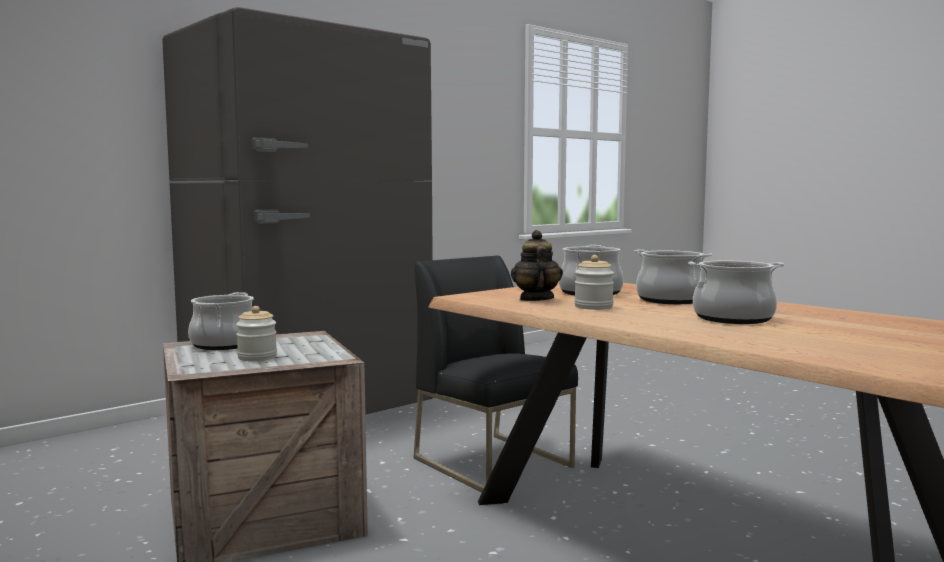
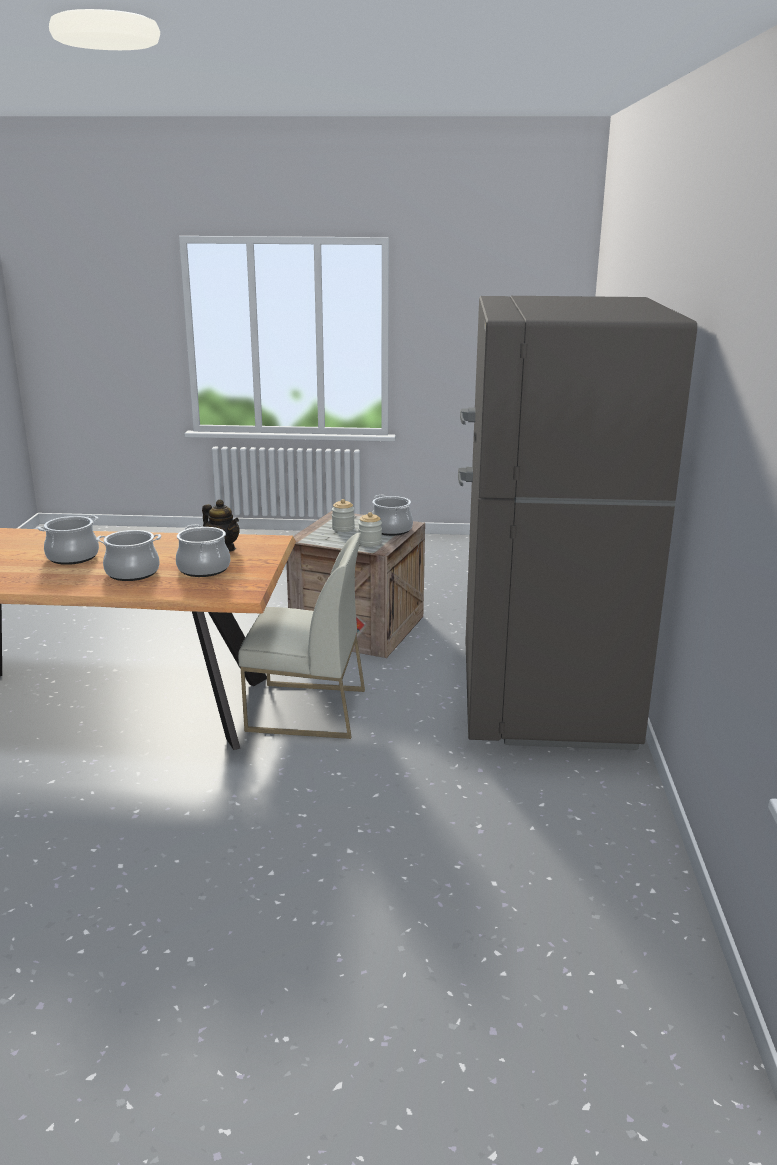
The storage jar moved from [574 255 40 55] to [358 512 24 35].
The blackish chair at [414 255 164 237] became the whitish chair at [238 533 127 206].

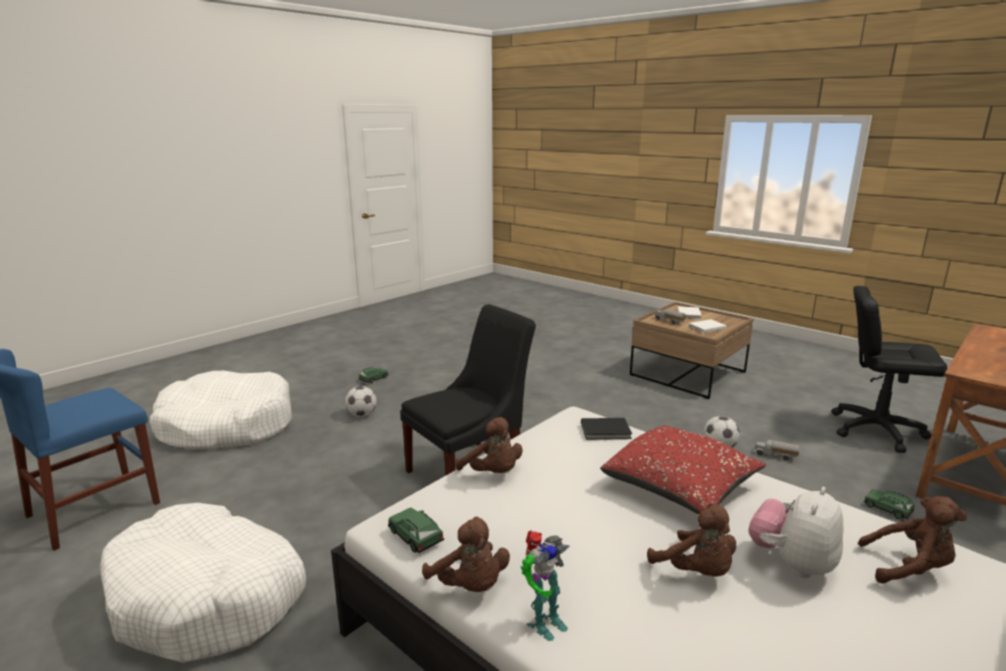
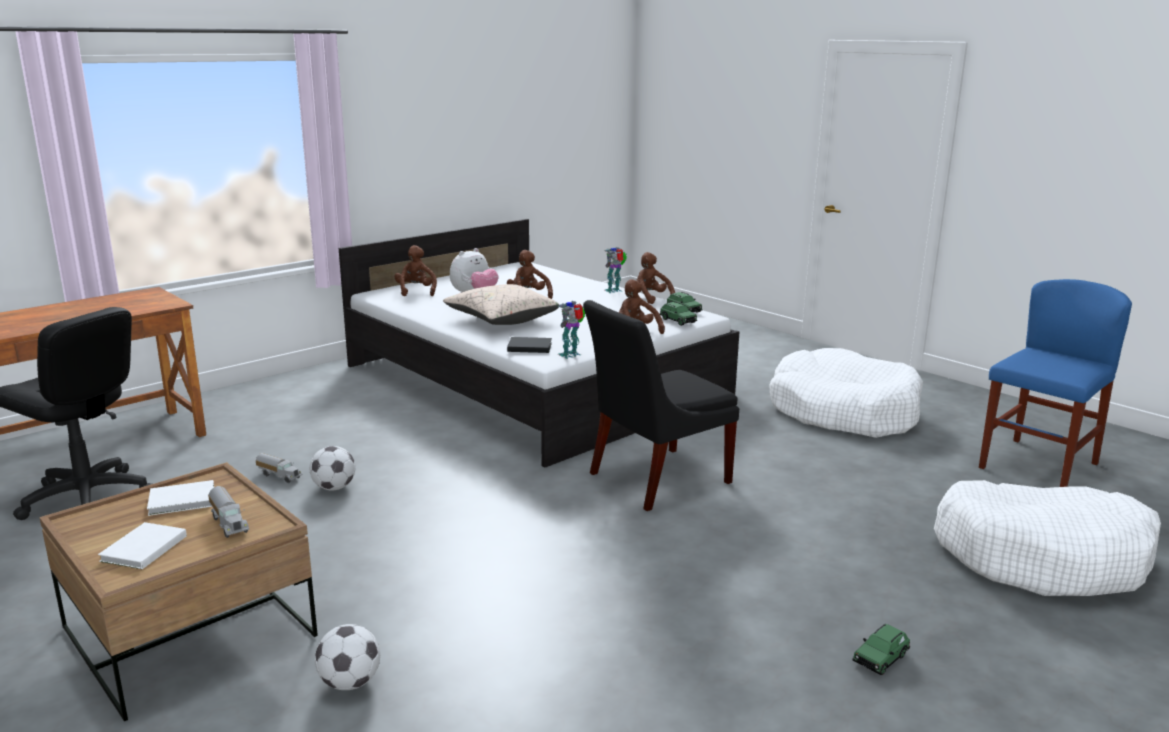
The model robot at [558 301 28 58] appeared.
The ball for football moved from [345 386 32 31] to [315 624 65 66].
The greenish model car moved from [864 489 51 30] to [659 302 38 24].
The red throw pillow at [600 426 166 88] became the beige-coloured throw pillow at [443 284 117 41].
The brown-coloured cuddly toy at [858 496 109 87] turned 60 degrees clockwise.

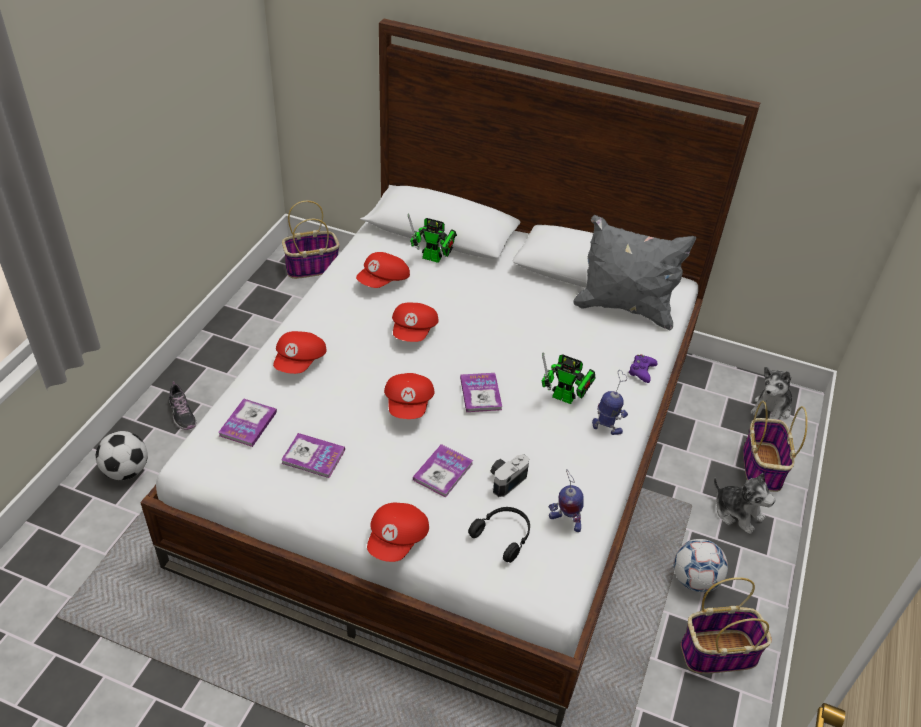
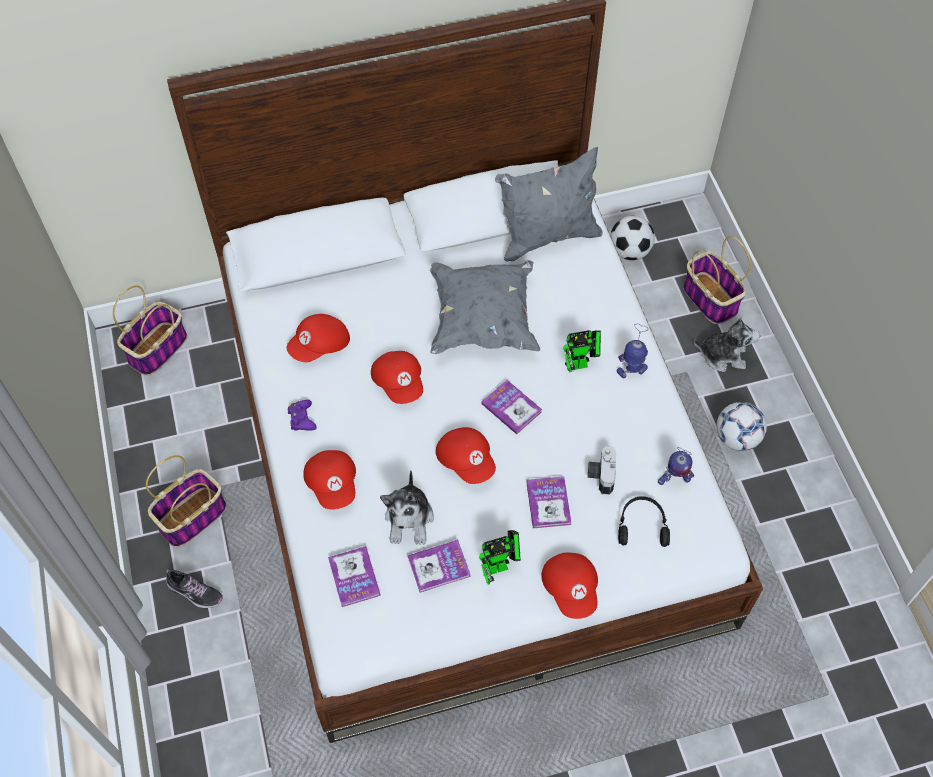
The grey throw pillow at [430 260 110 94] appeared.
The ball for football moved from [96 431 52 49] to [610 216 45 44].
The model robot moved from [408 214 49 49] to [479 530 42 55].
The purplish game controller moved from [628 354 30 29] to [288 400 29 31].
The household basket moved from [681 577 91 97] to [146 455 80 92].
The cuddly toy moved from [750 367 42 53] to [380 470 54 75].
The red peaked cap at [356 252 54 36] turned 45 degrees clockwise.

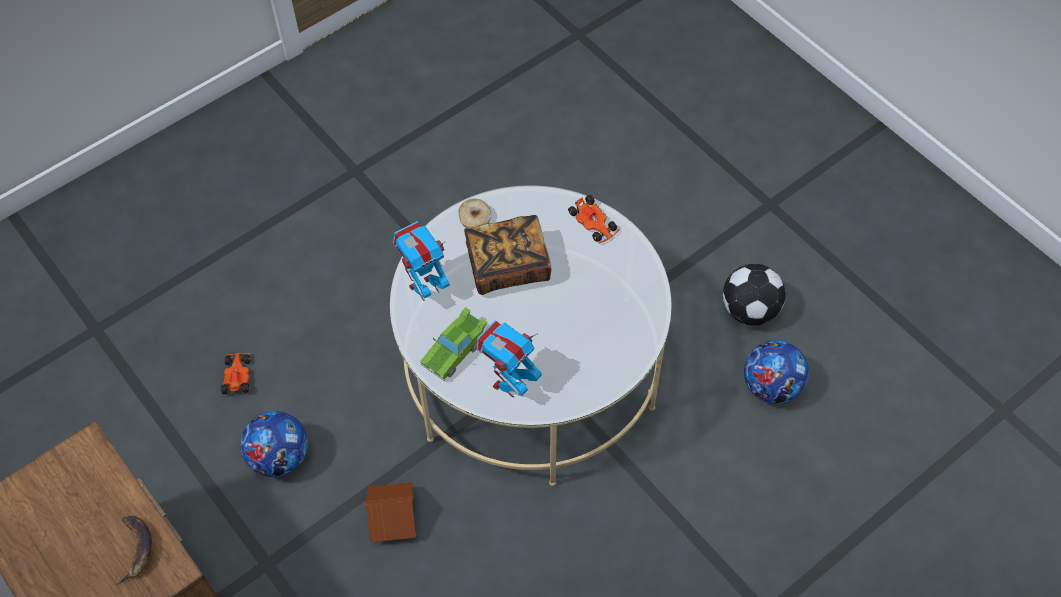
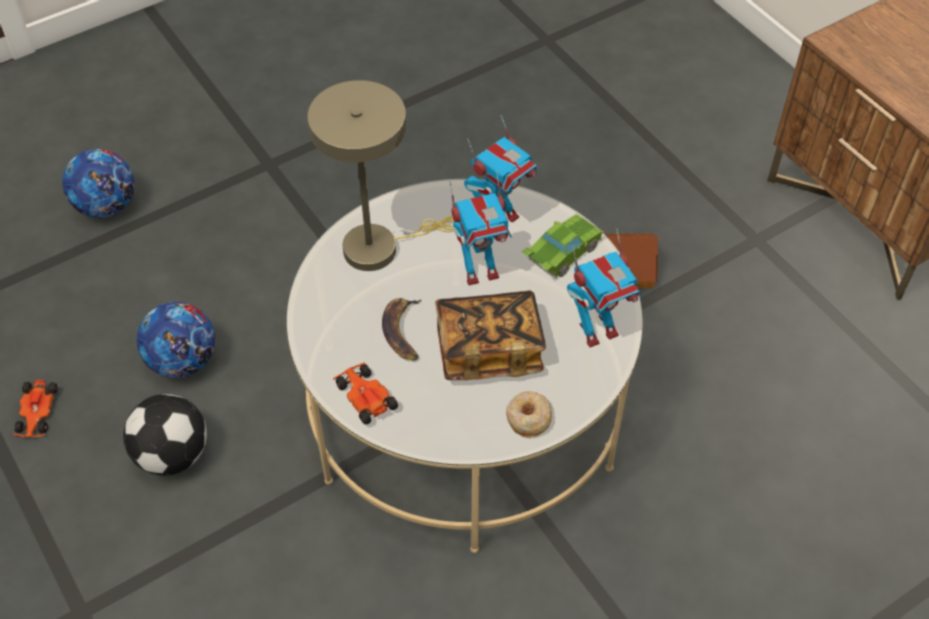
The beige-coloured tabletop lamp at [307 80 147 191] appeared.
The model robot at [450 171 61 114] appeared.
The banana moved from [117 516 35 69] to [382 298 40 63].
The model car moved from [221 353 29 41] to [13 380 44 57].
The ball for football moved from [240 411 68 66] to [62 149 72 69].

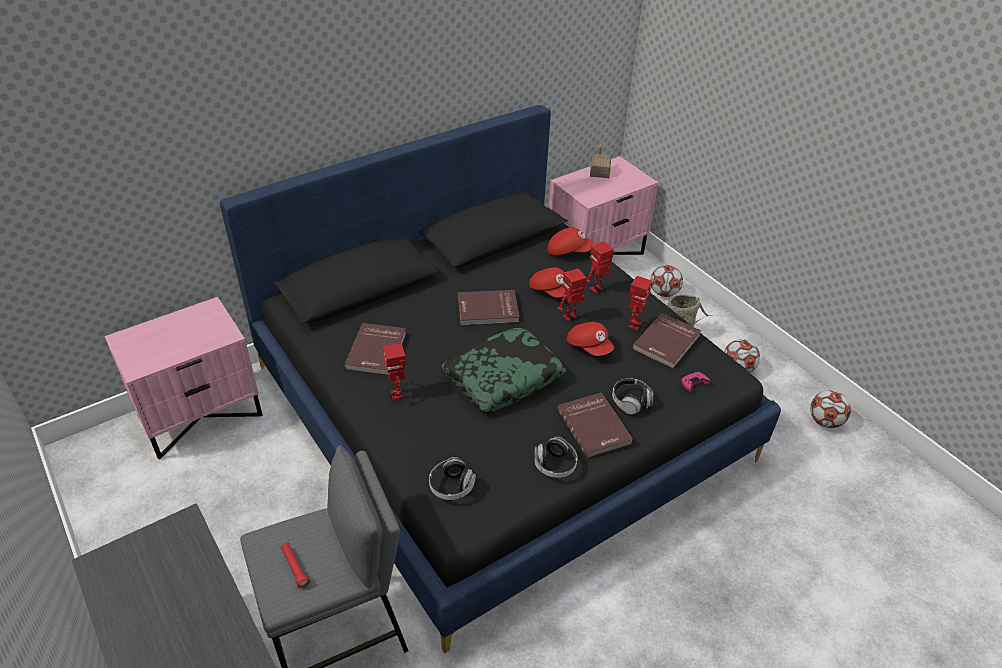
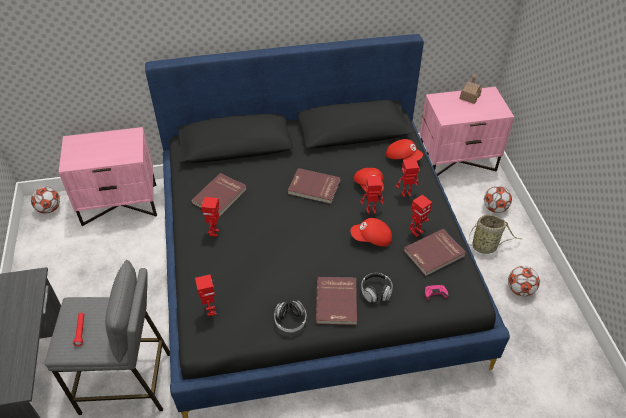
The throw pillow at [442 327 124 86] disappeared.
The ball for football moved from [810 390 41 38] to [31 187 29 27].
The headphones at [429 457 47 43] was replaced by the model robot at [195 274 21 42].
The red peaked cap at [567 322 47 34] turned 105 degrees clockwise.

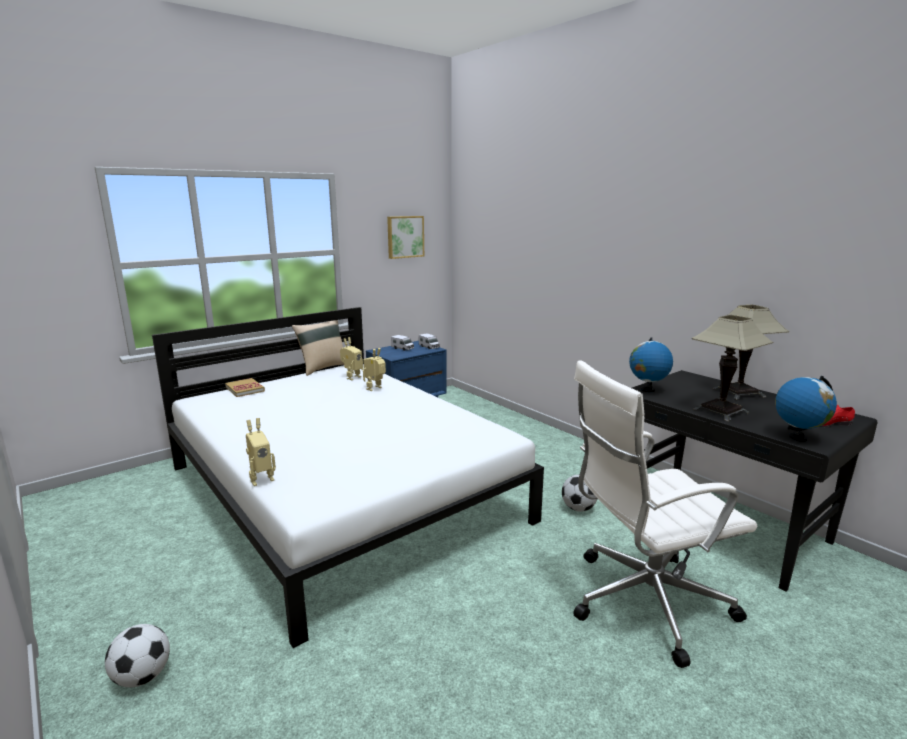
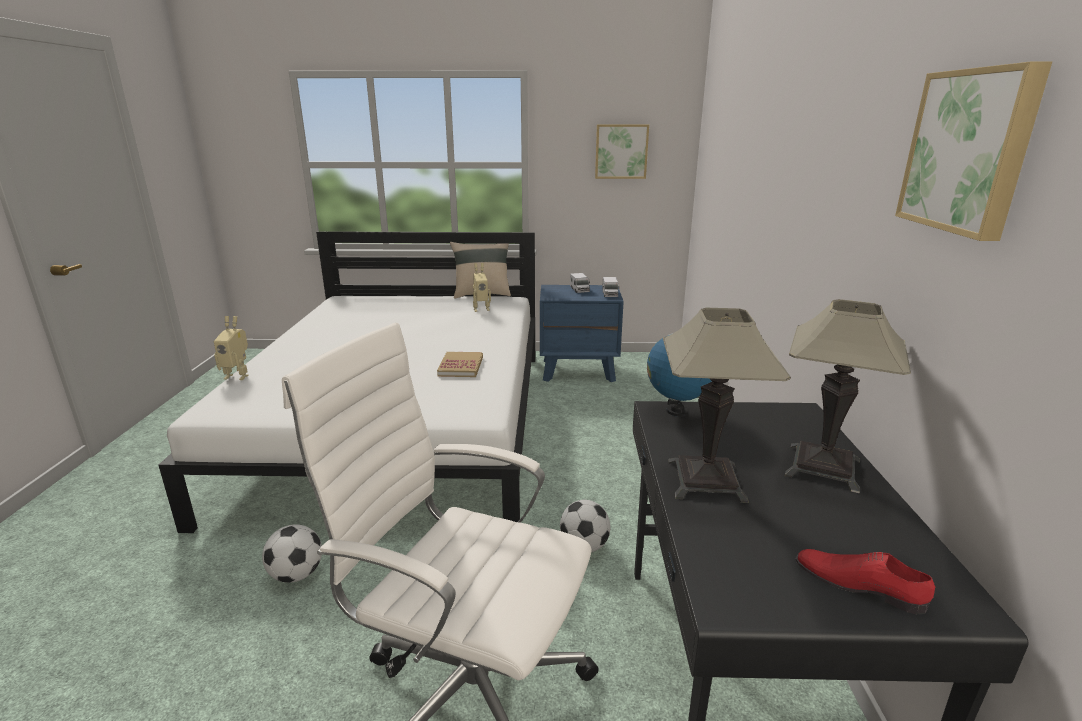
The model robot at [363 348 23 43] disappeared.
The globe at [775 376 62 66] disappeared.
The wall picture at [895 62 157 179] appeared.
The ball for football moved from [105 624 65 63] to [262 524 60 59].
The bound book moved from [225 378 40 19] to [437 352 46 25].

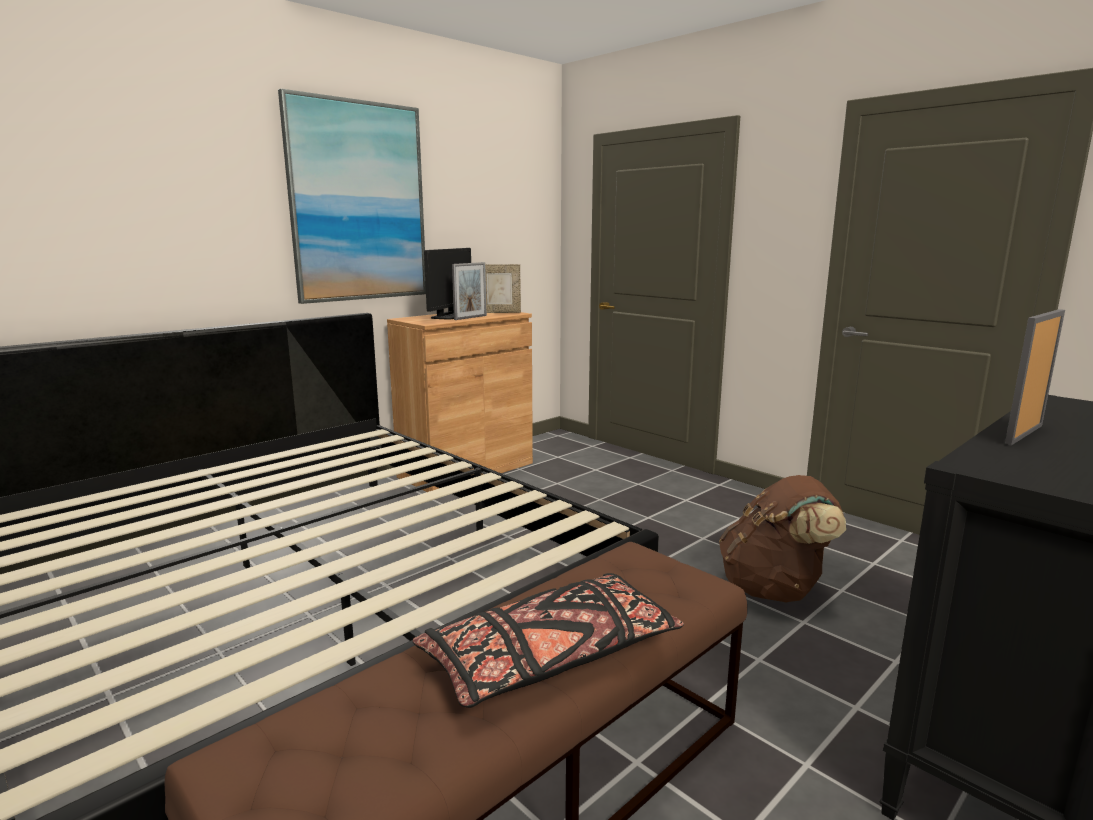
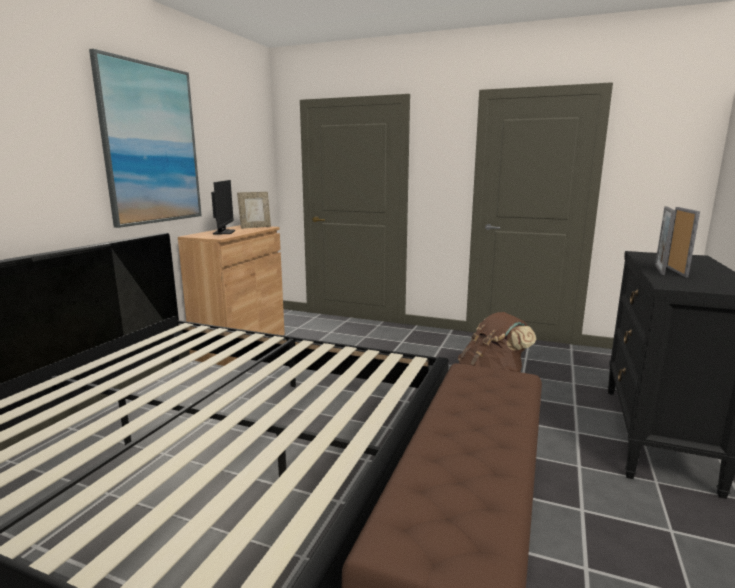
The blackish throw pillow at [413 573 271 135] disappeared.
The photo frame moved from [452 262 35 58] to [666 207 34 71].

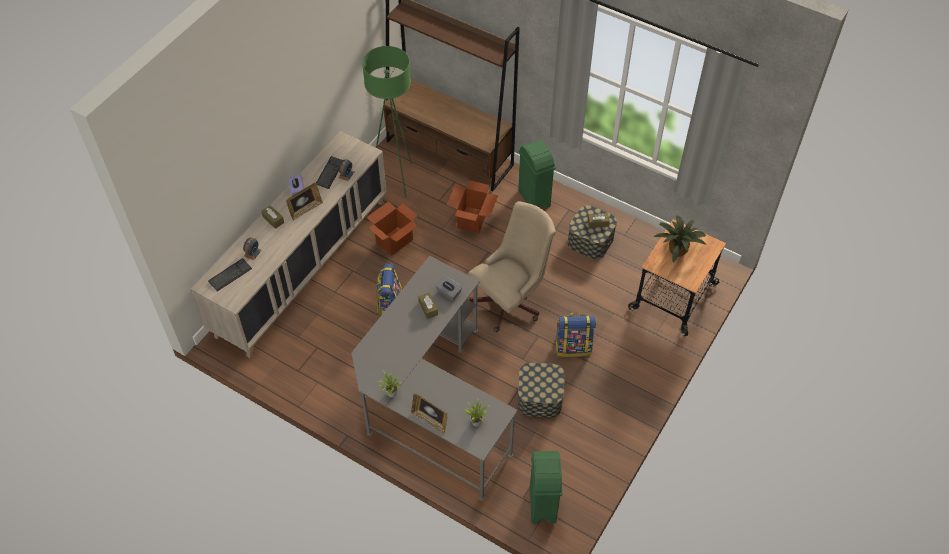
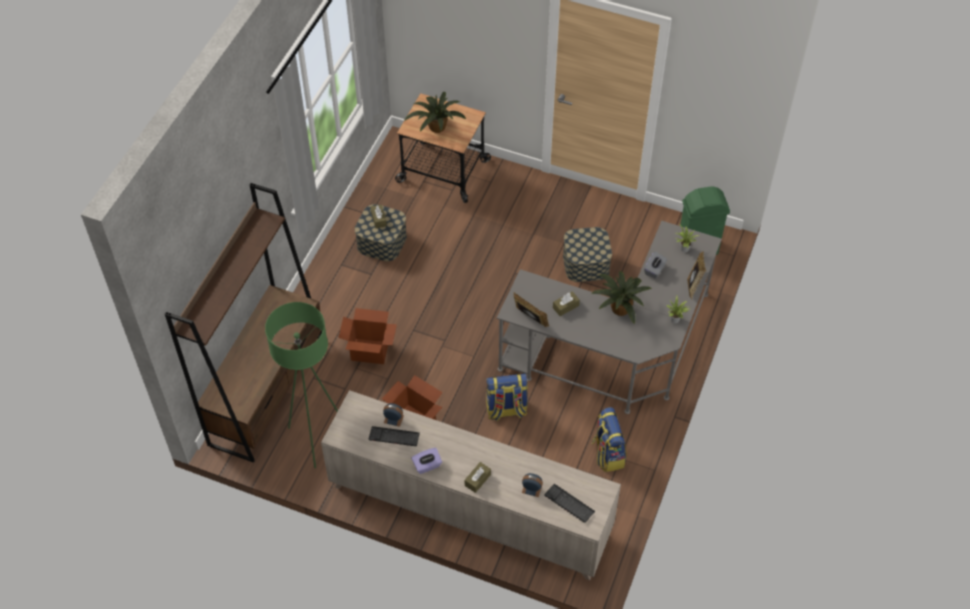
The beige-coloured computer chair at [468 201 88 131] disappeared.
The greenish waste bin at [518 140 38 68] disappeared.
The plant in a pot at [591 271 61 53] appeared.
The photo frame moved from [286 183 37 37] to [514 292 35 35].
The grey tissue box moved from [436 276 26 25] to [644 251 23 28].
The knapsack moved from [555 312 41 45] to [591 407 36 65].

